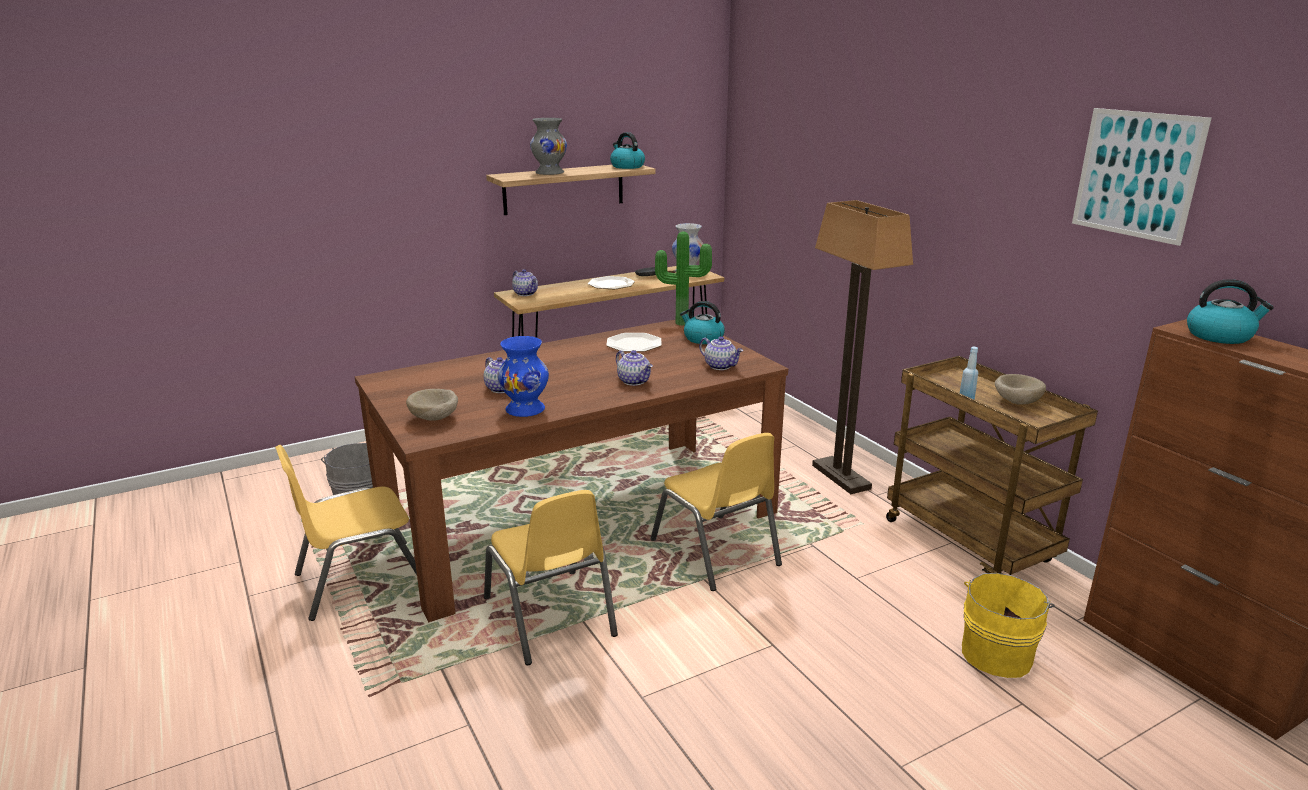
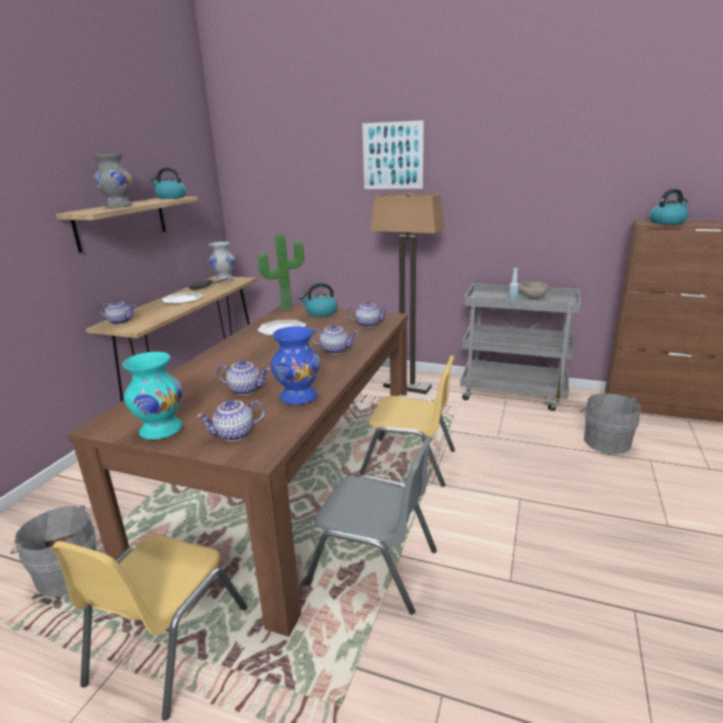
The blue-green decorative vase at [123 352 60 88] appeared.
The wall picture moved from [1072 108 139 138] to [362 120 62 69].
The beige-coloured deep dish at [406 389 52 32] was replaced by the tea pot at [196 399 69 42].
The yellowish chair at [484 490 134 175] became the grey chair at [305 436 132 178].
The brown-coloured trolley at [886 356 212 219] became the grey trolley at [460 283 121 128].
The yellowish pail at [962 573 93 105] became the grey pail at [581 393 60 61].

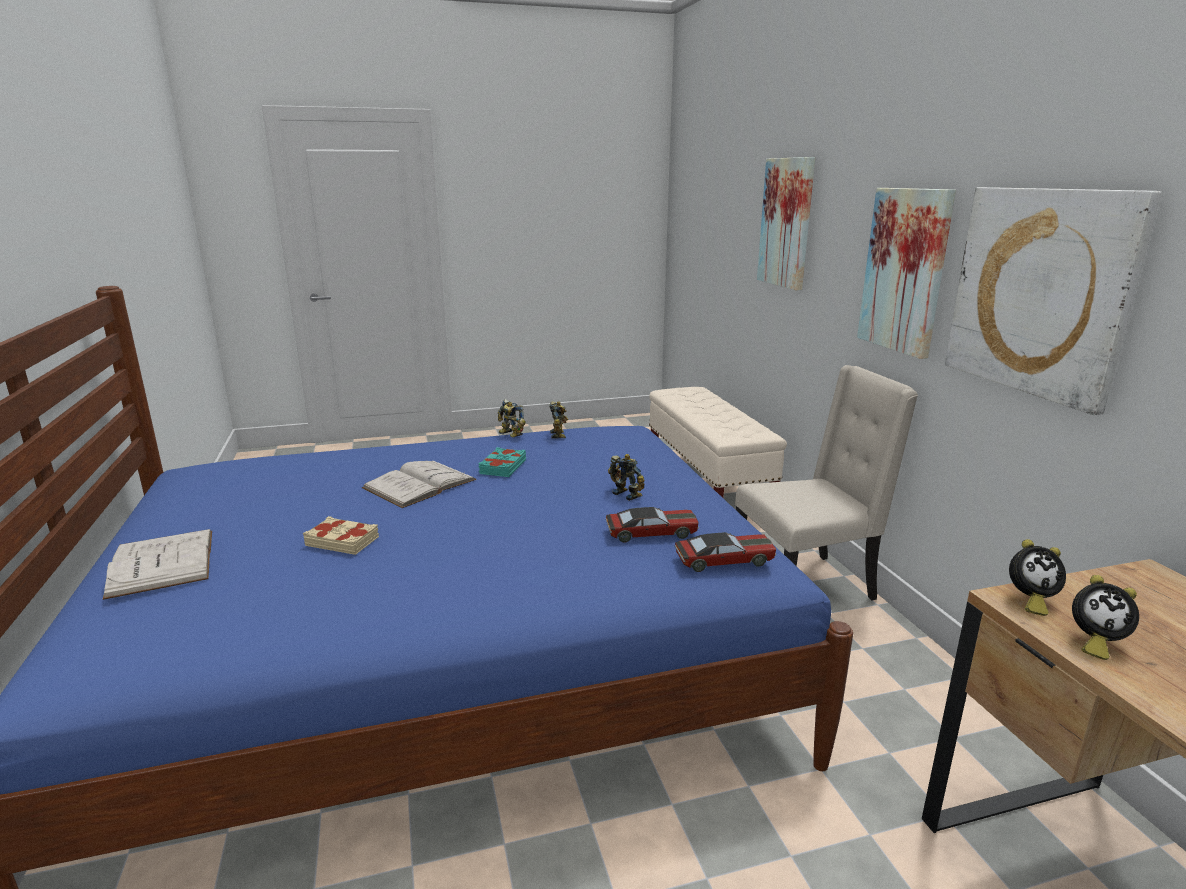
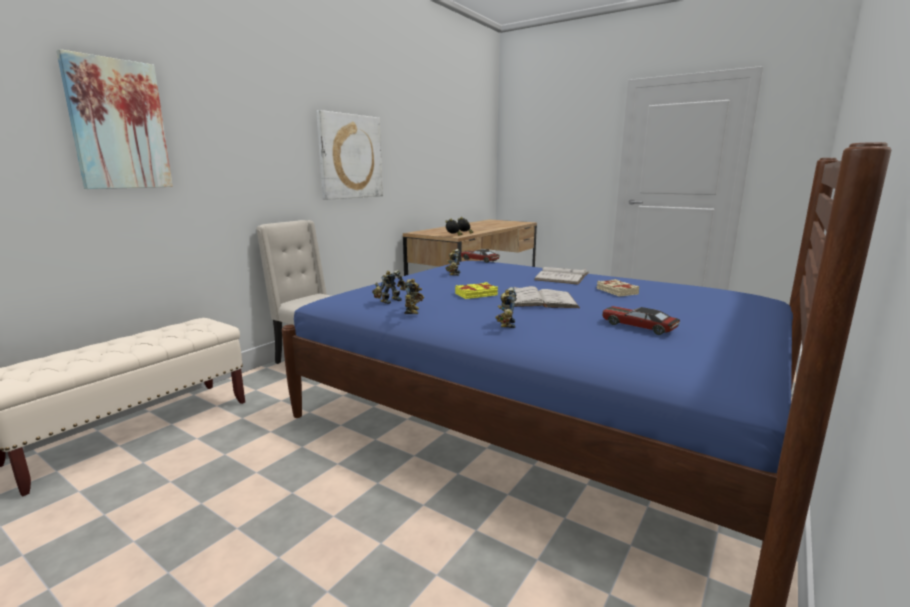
The wall picture at [857 188 99 171] disappeared.
The model robot at [495 287 22 41] appeared.
The whitish bound book moved from [103 529 109 71] to [534 267 55 17].
The model car moved from [606 507 93 36] to [602 306 78 29].
The blue-green bound book at [478 447 48 30] became the yellowish bound book at [455 282 43 17].

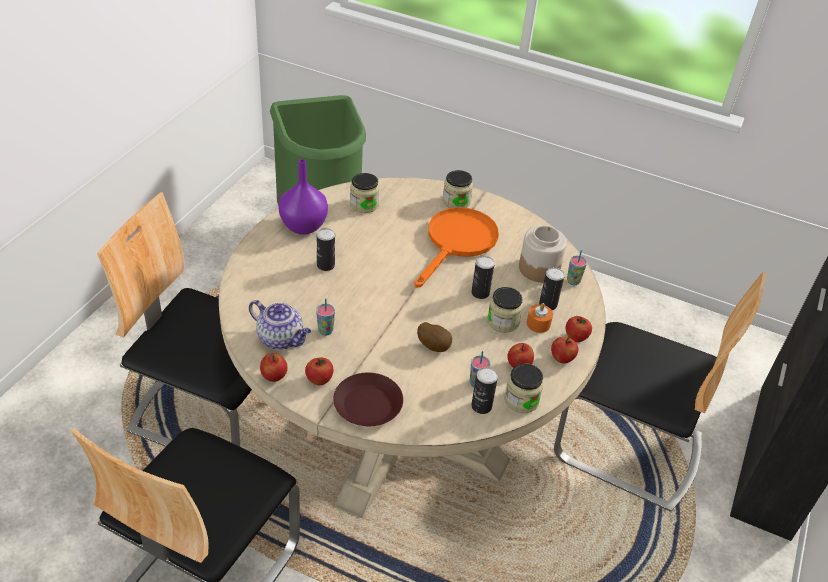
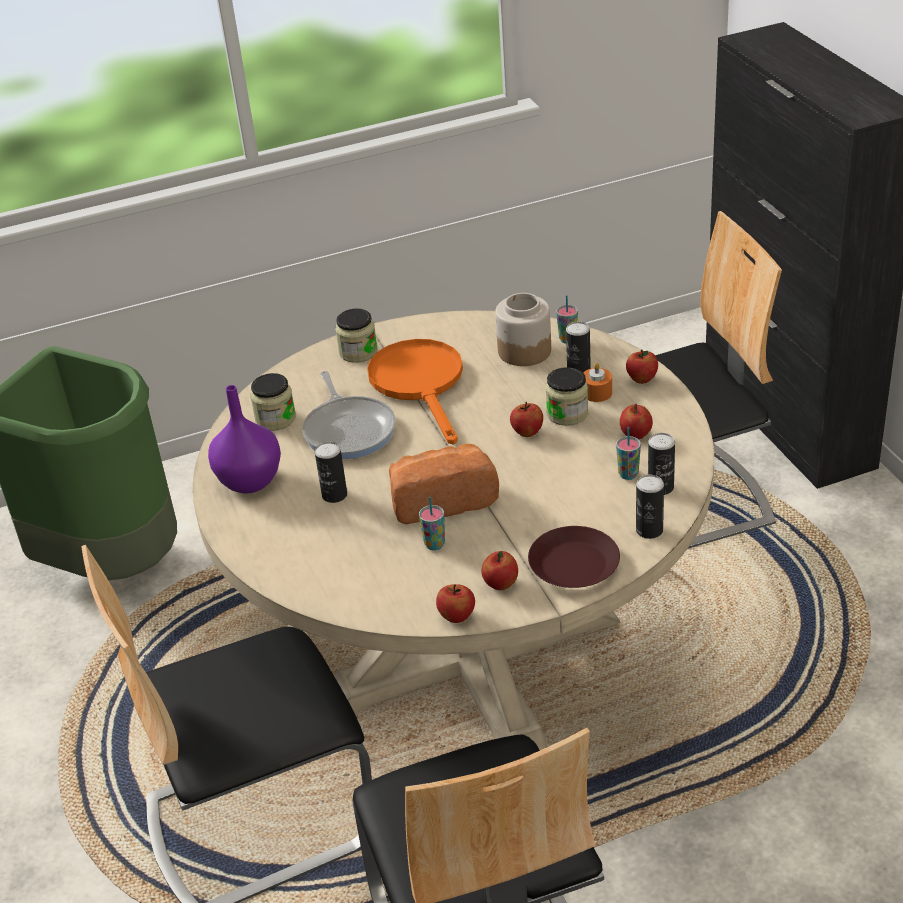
The tea pot at [249 300 62 50] disappeared.
The whole potato at [417 322 35 30] disappeared.
The storage jar at [504 364 40 49] disappeared.
The frying pan at [302 371 94 88] appeared.
The baked bread at [389 444 110 80] appeared.
The can moved from [471 256 24 43] to [636 475 28 64].
The apple moved from [551 337 28 27] to [510 402 33 35].

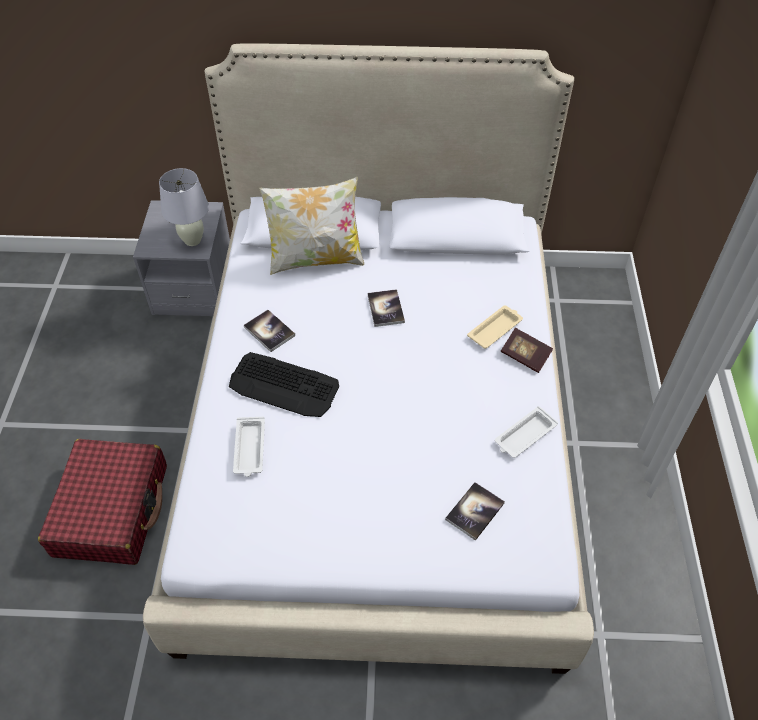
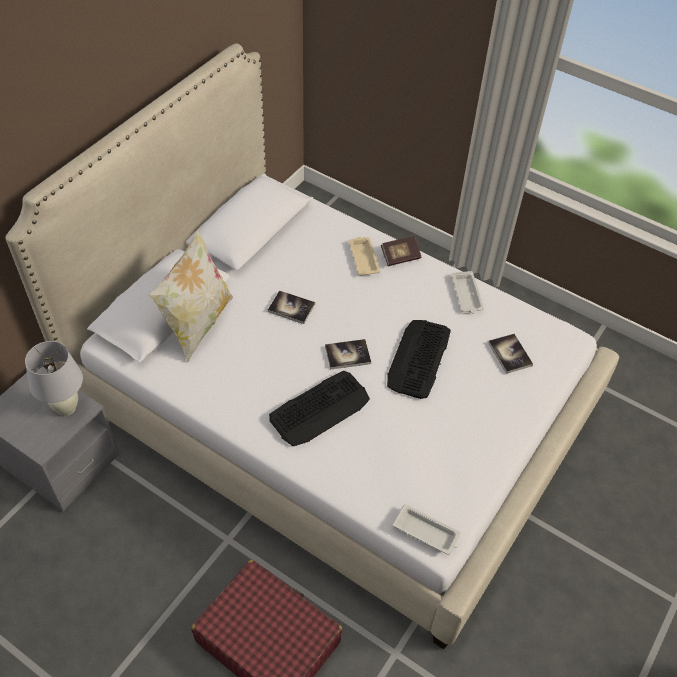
The computer keyboard at [387 320 64 79] appeared.
The whitish serving tray moved from [233 417 32 60] to [393 504 68 51].
The bound book moved from [244 310 51 42] to [325 339 46 31].

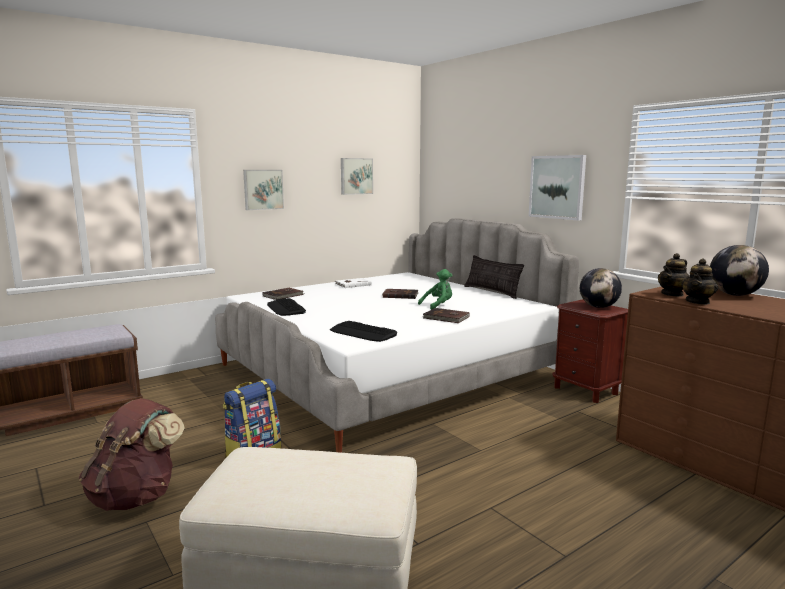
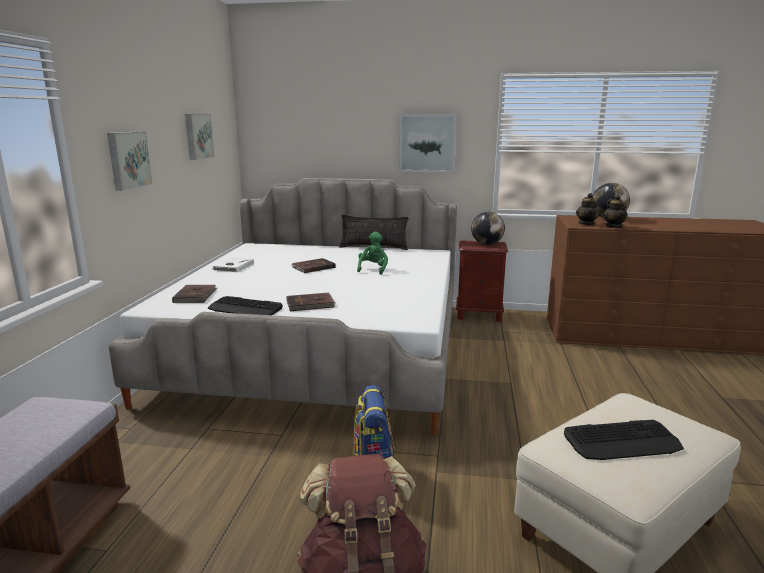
The computer keyboard moved from [330 321 67 21] to [564 420 120 40].
The brown-coloured bound book moved from [423 308 46 15] to [286 293 49 18].

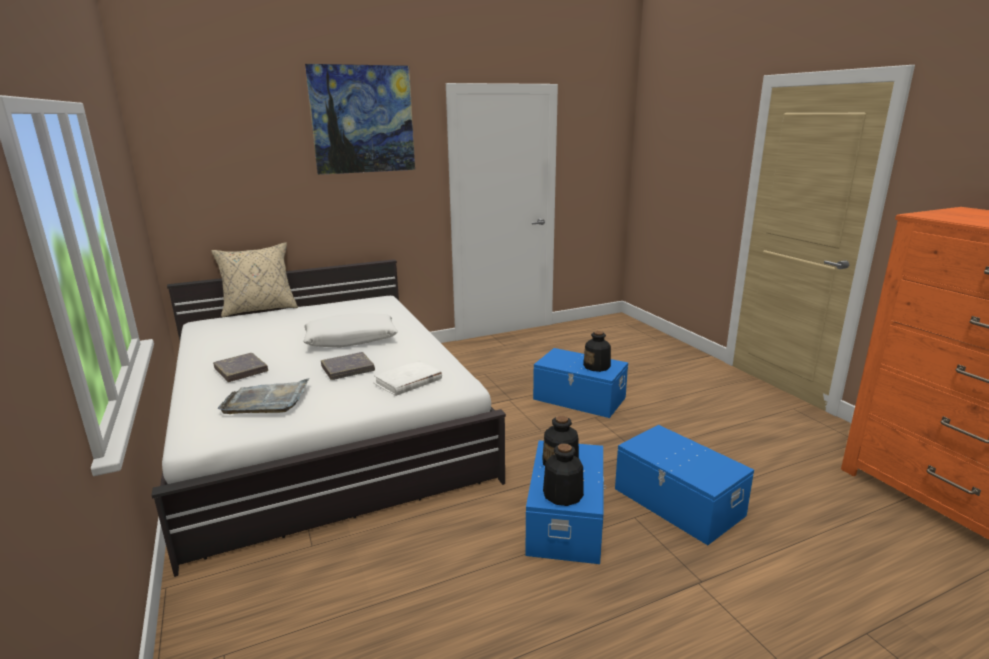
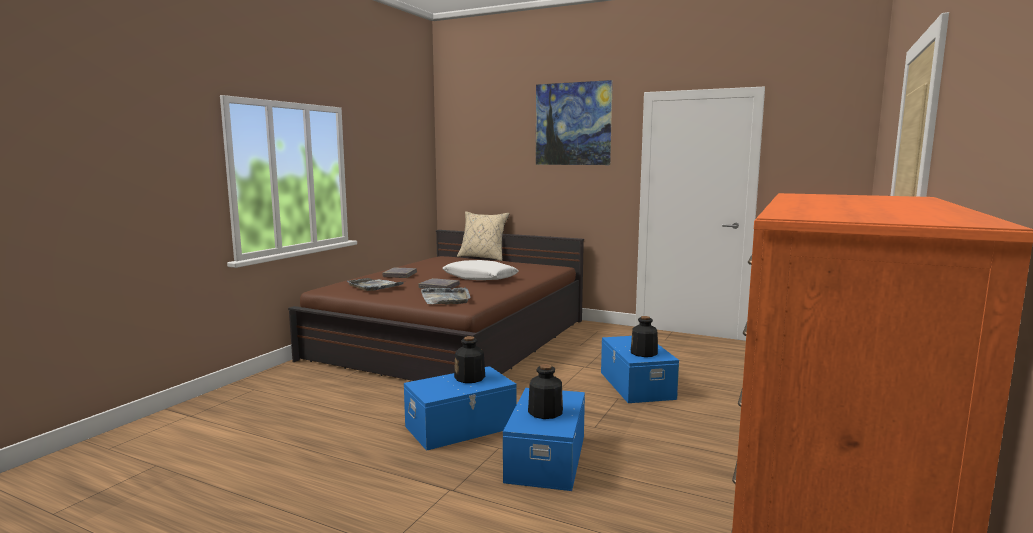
The drink bottle moved from [543 443 41 63] to [528 364 35 55].
The whitish bound book at [373 360 69 36] was replaced by the grey serving tray at [421 287 50 17].
The whitish bed at [151 259 355 318] became the brown-coloured bed at [288 230 296 151].

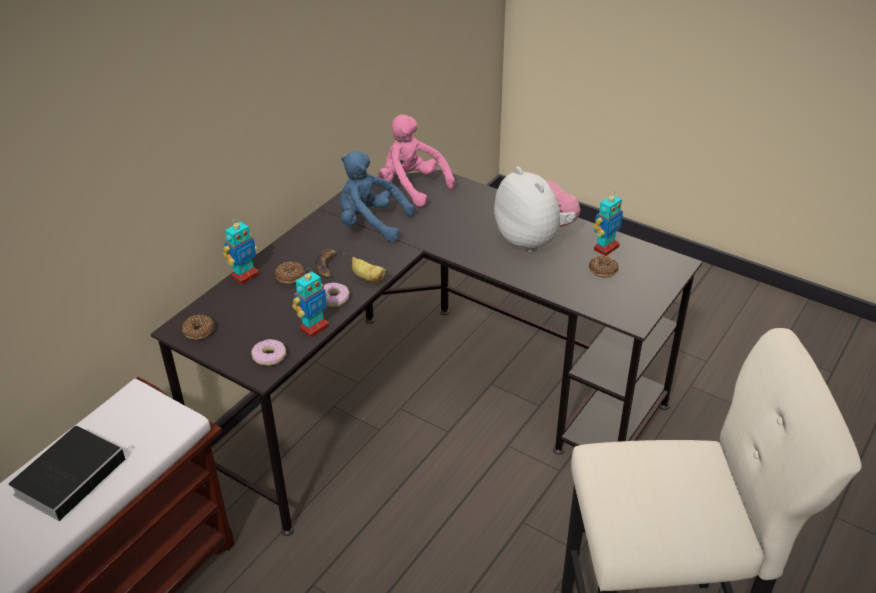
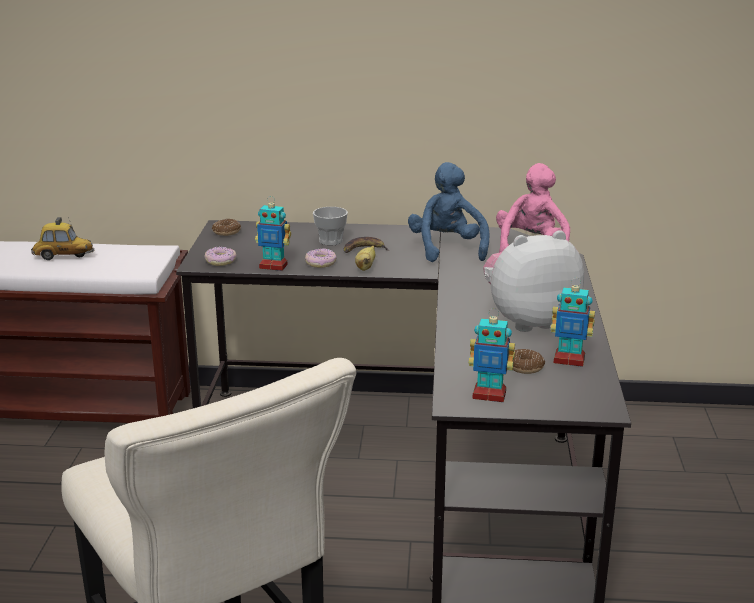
The model robot moved from [223 218 37 67] to [468 308 47 94].
The bound book at [9 426 125 95] was replaced by the model car at [31 217 63 43].
The donut at [275 262 30 22] was replaced by the small cup at [313 207 35 39].
The cuddly toy at [494 167 87 85] turned 135 degrees counterclockwise.

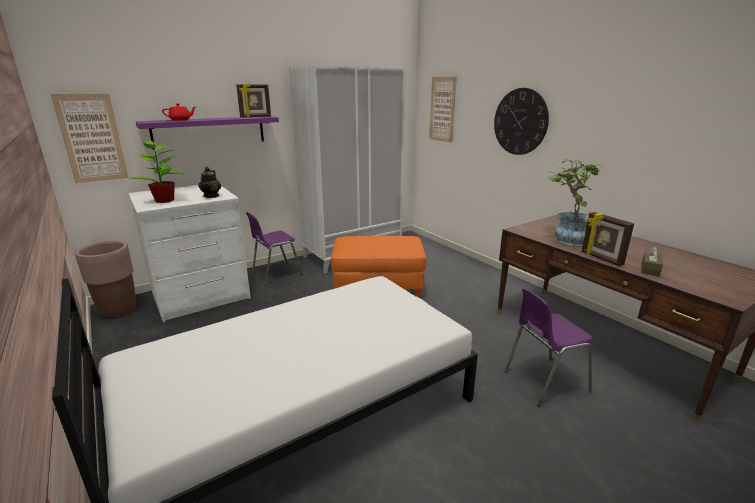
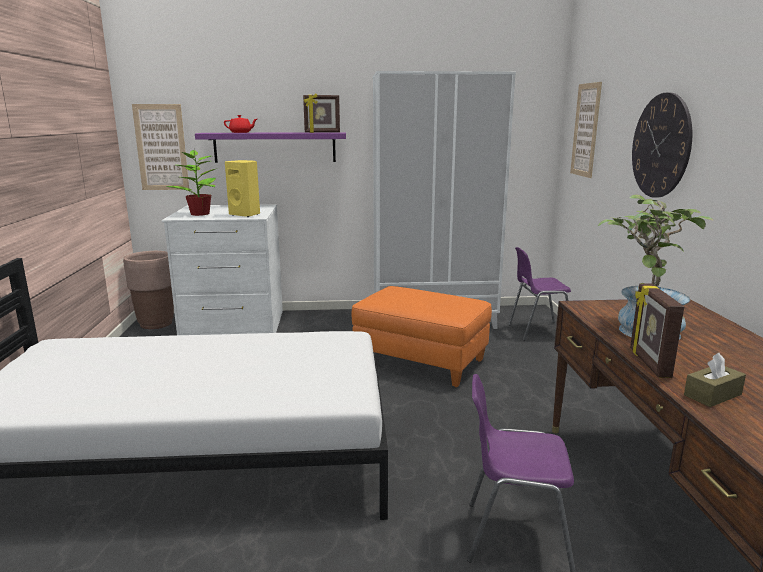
The purplish chair moved from [246 212 57 73] to [508 247 63 94].
The tea pot at [198 167 23 31] was replaced by the yellowish speaker at [225 160 35 57].

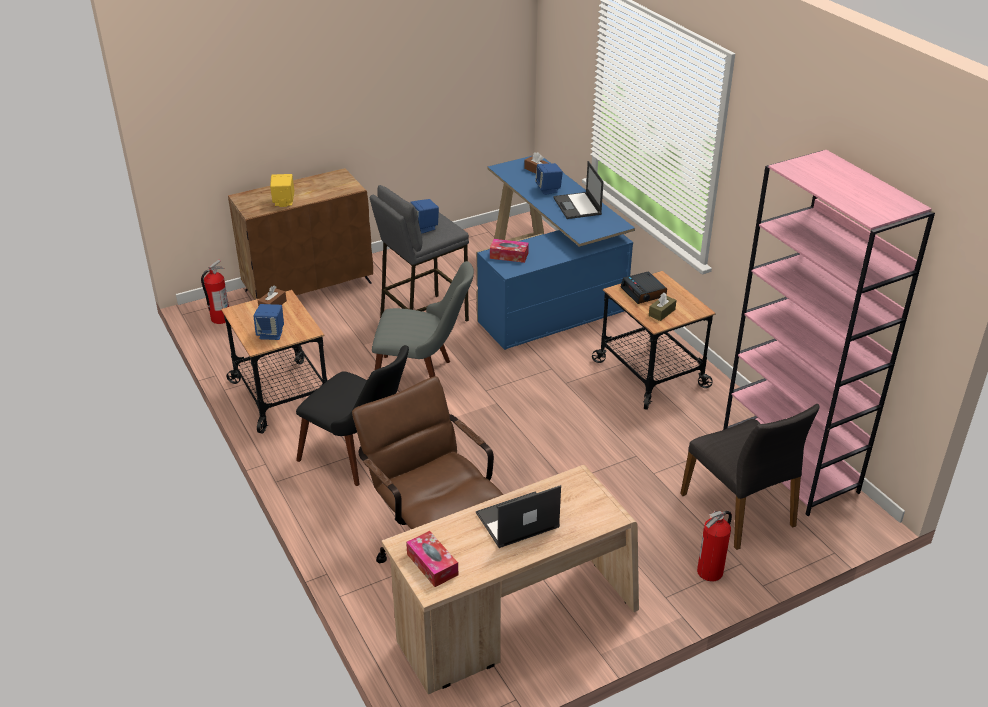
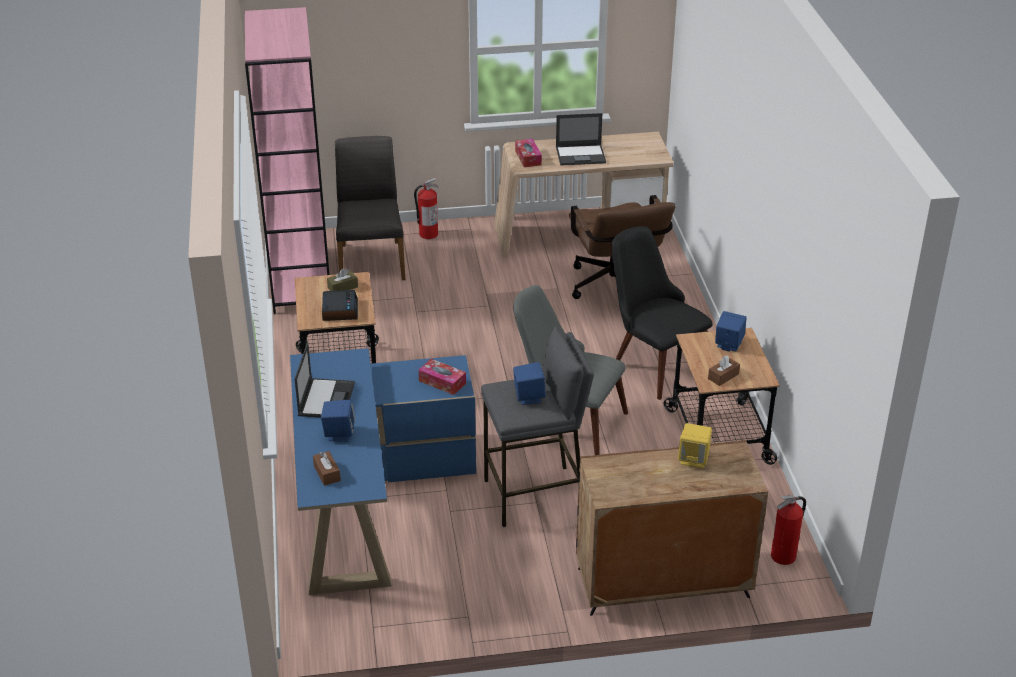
The tissue box moved from [406 531 52 56] to [515 139 27 28].

